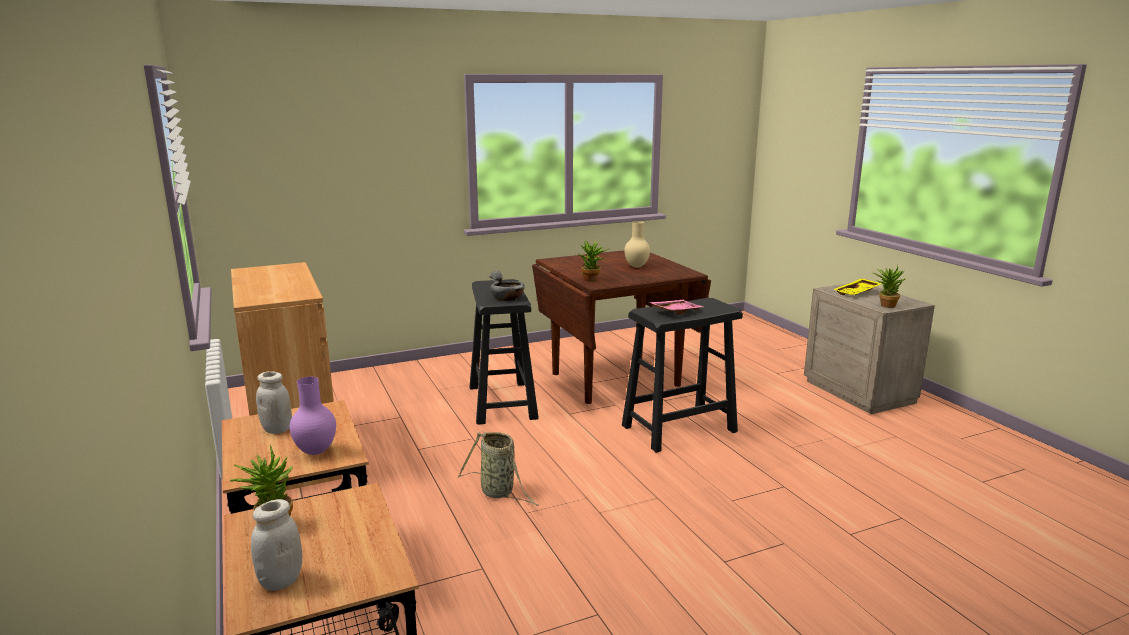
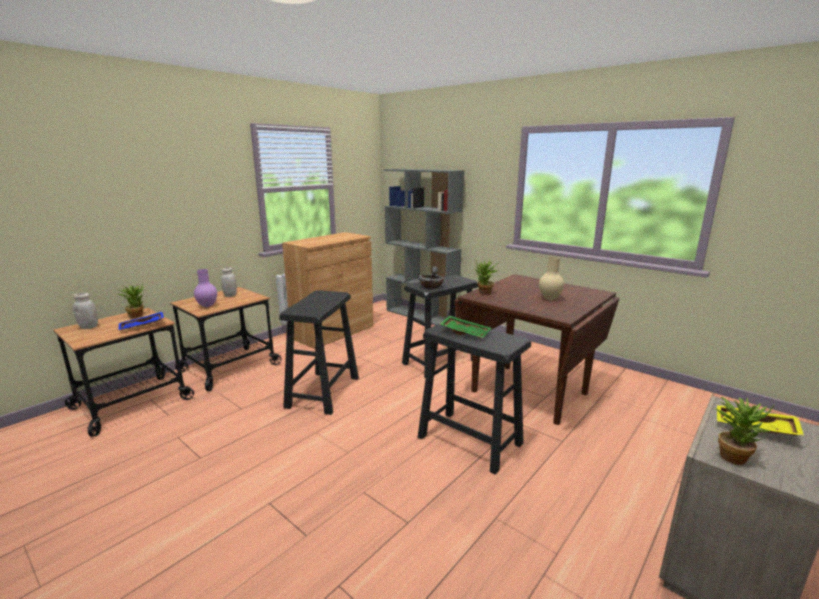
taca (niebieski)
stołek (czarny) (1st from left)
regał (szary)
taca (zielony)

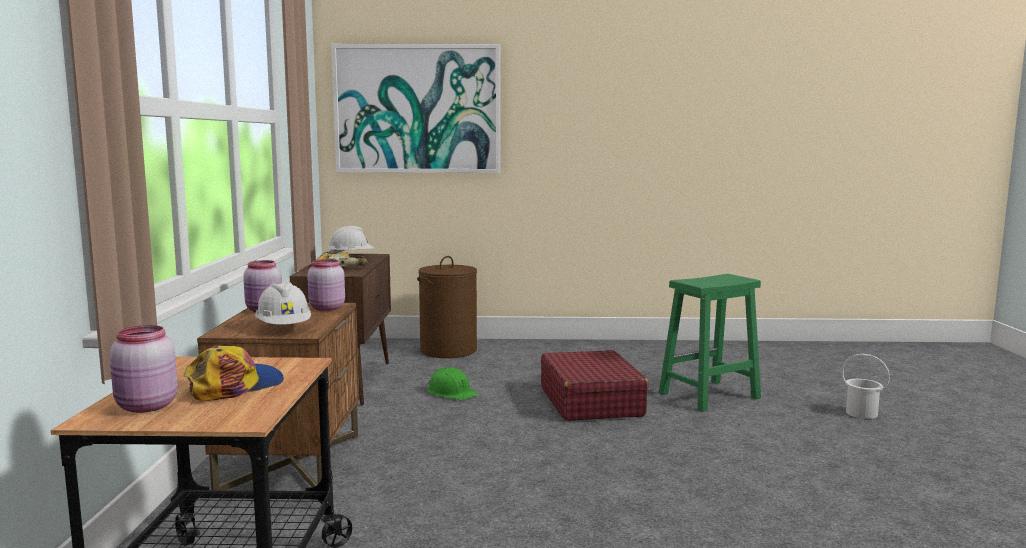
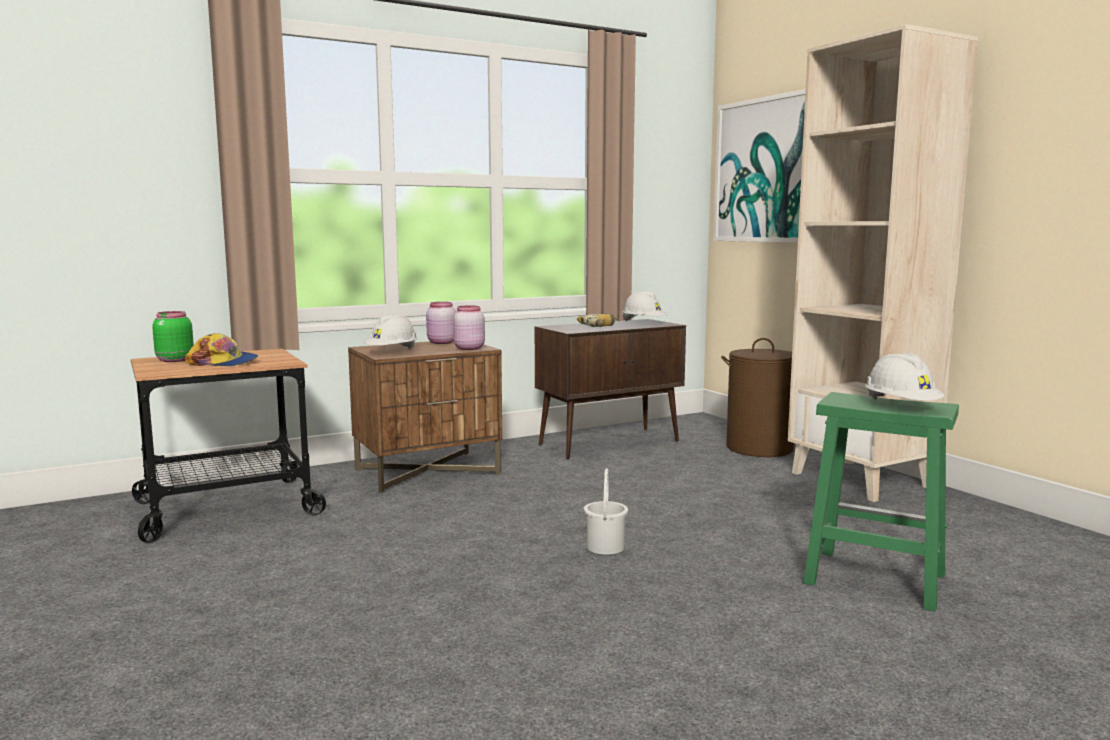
słoik (zielony)
wiadro (biały)
regał (beżowy)
kask (biały) (3rd from left)
kask (zielony)
walizka (czerwony)

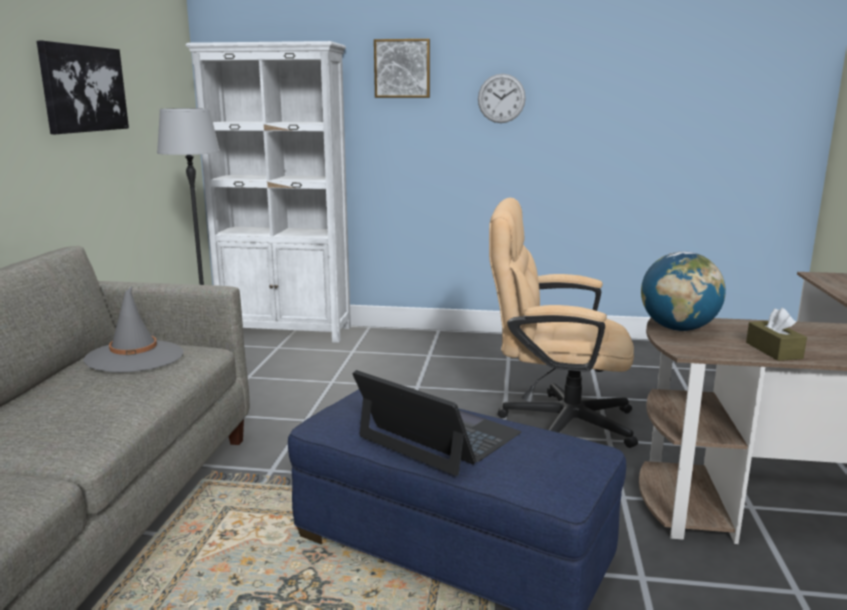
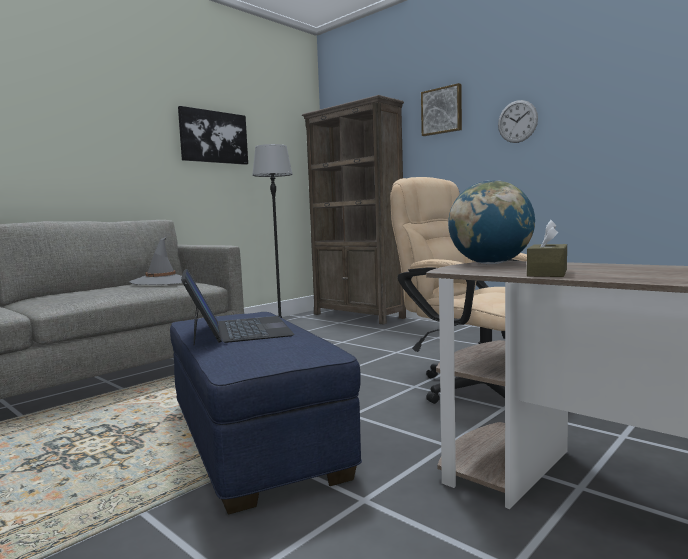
regał (brązowy)

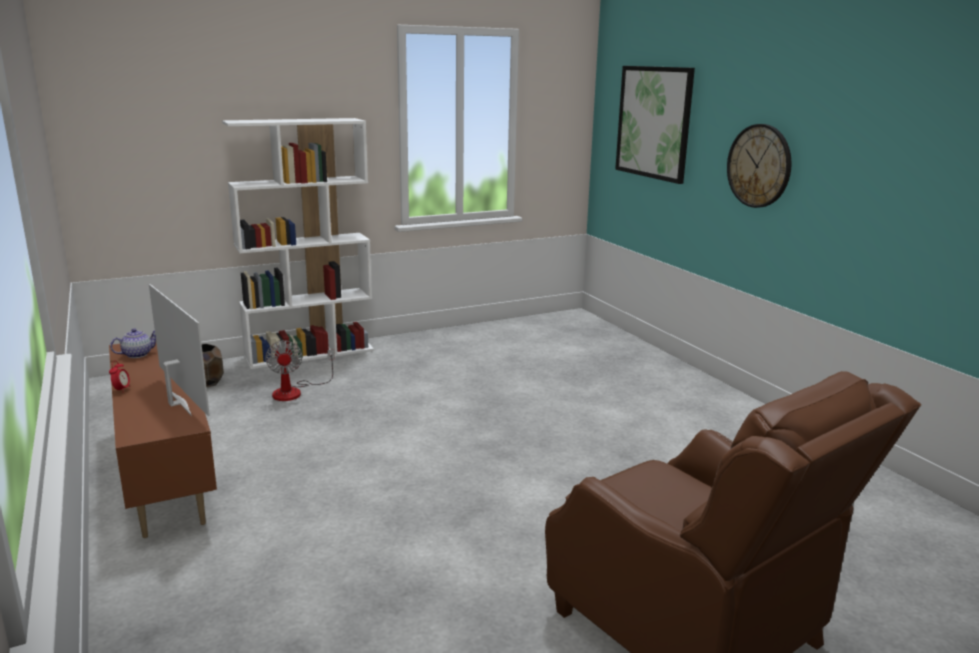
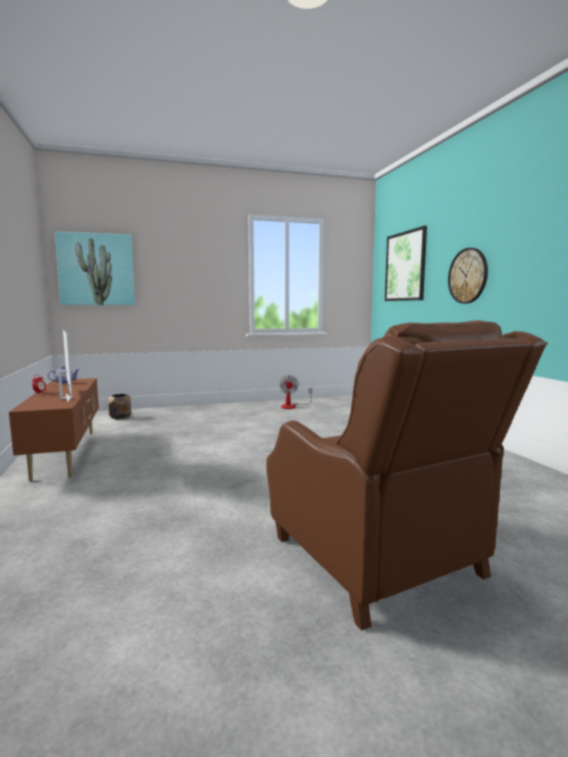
obraz (1st from left)
wentylator
regał (biały)

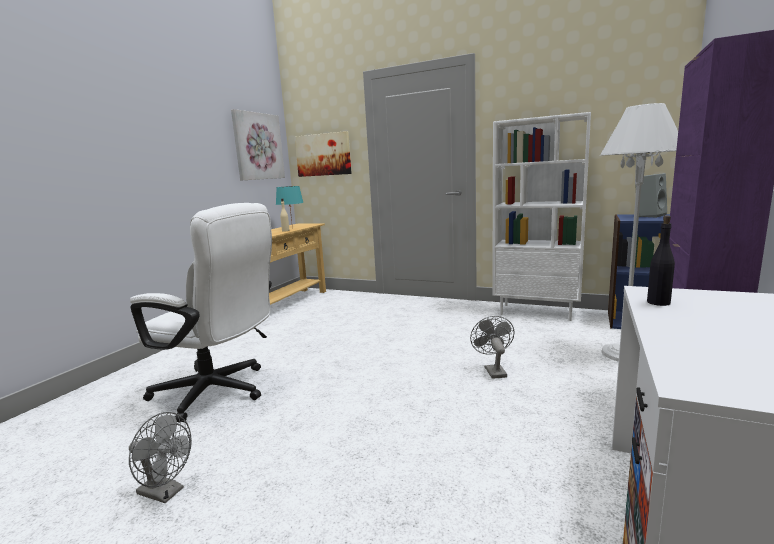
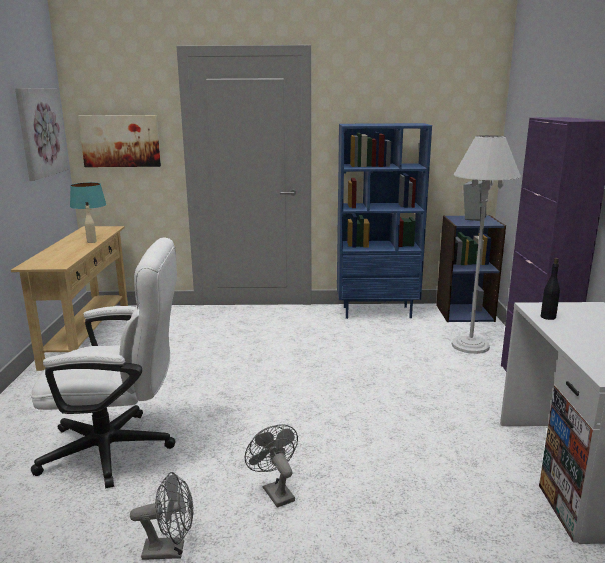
wentylator (szary) (2nd from left)
regał (niebieski) (1st from left)

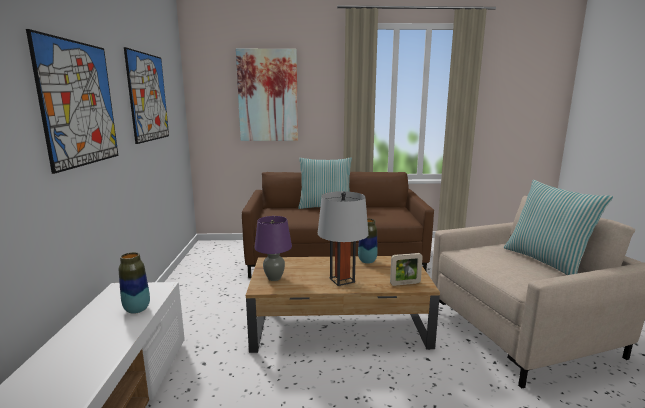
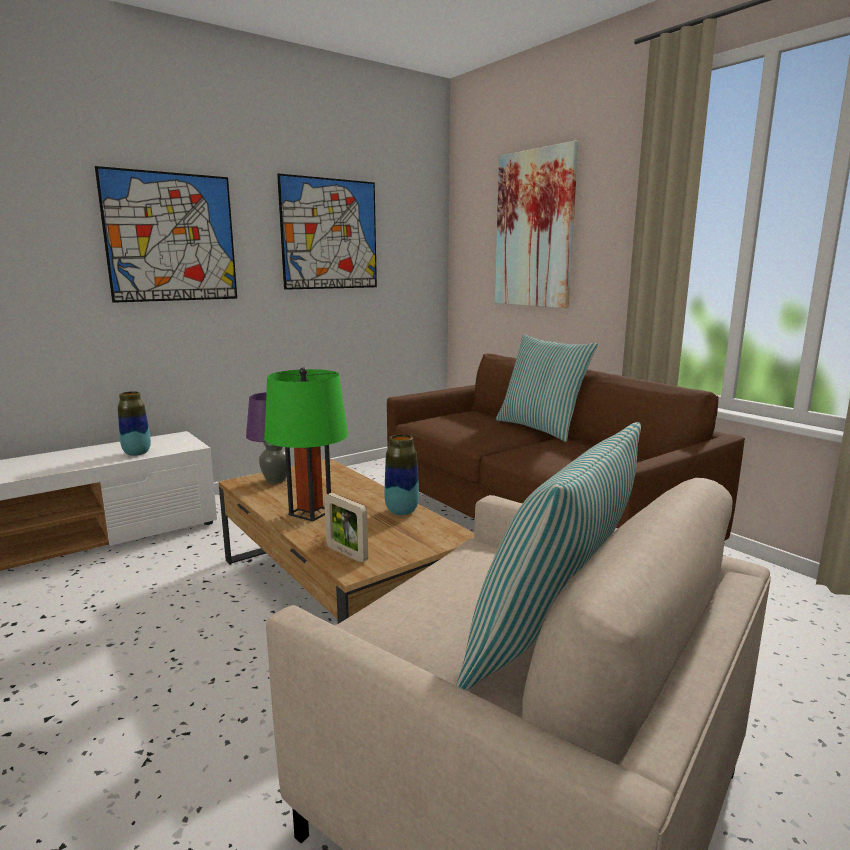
lampa stołowa (zielony)

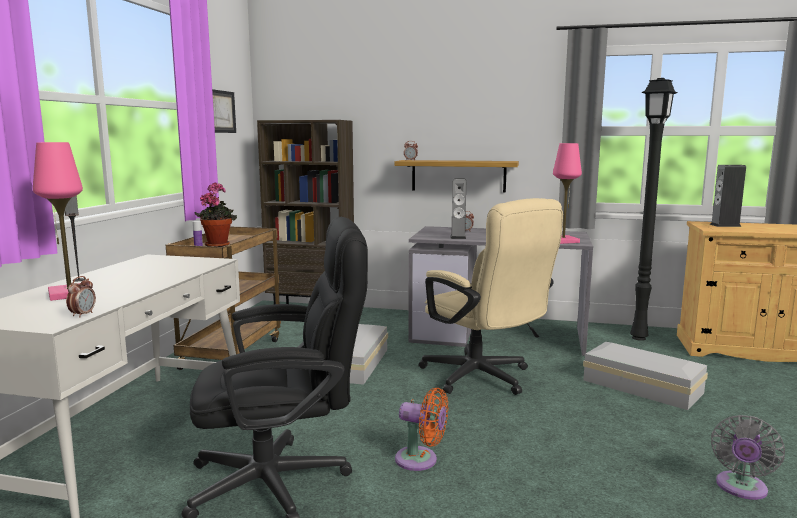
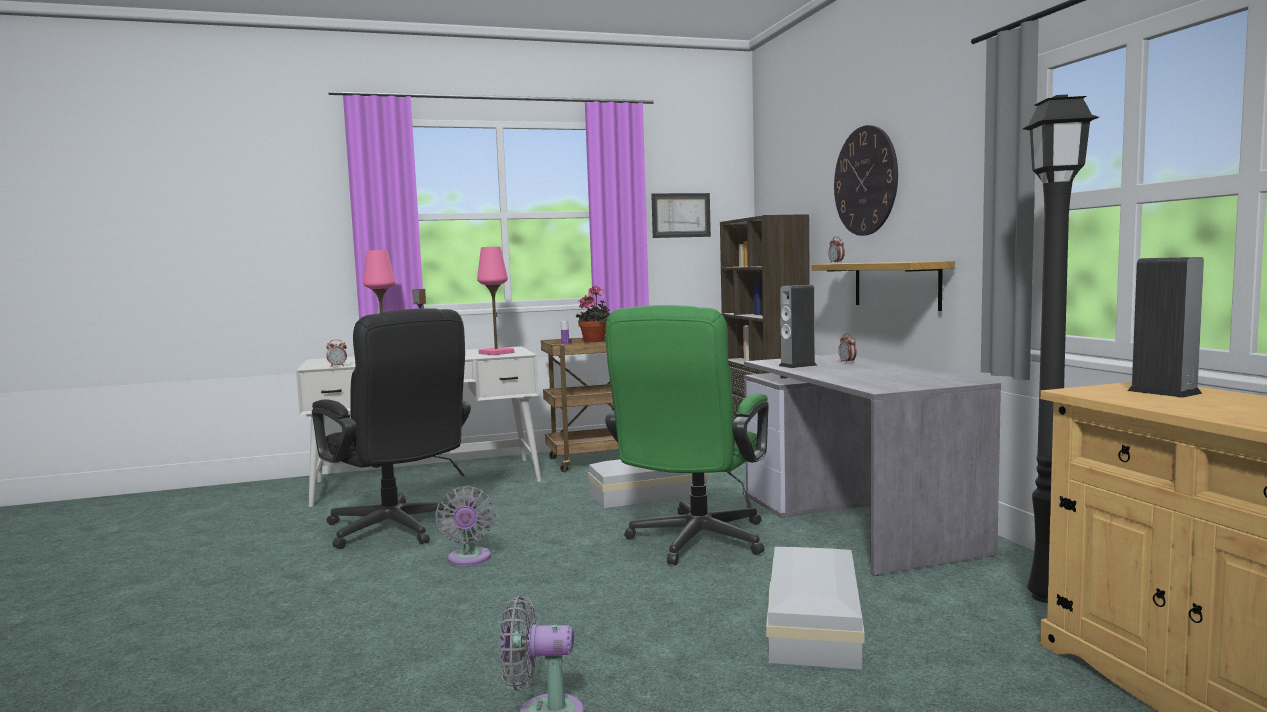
wentylator (szary) (1st from left)
lampa stołowa (różowy) (2nd from left)
krzesło biurowe (zielony)
zegar ścienny

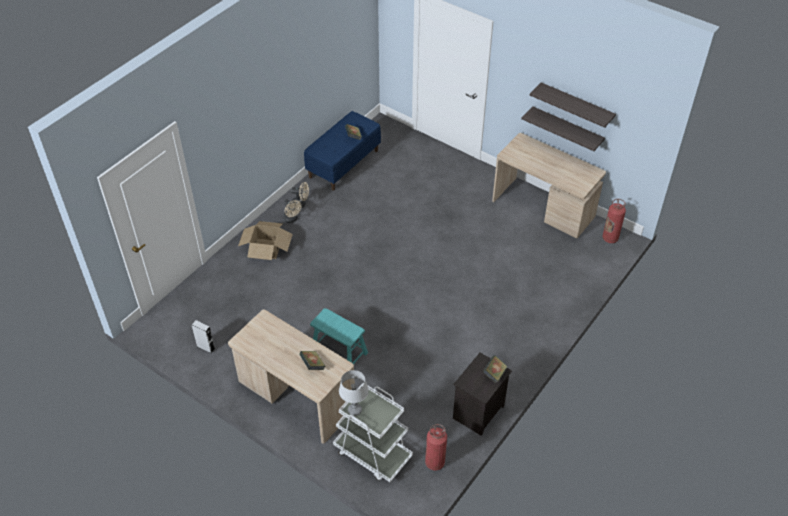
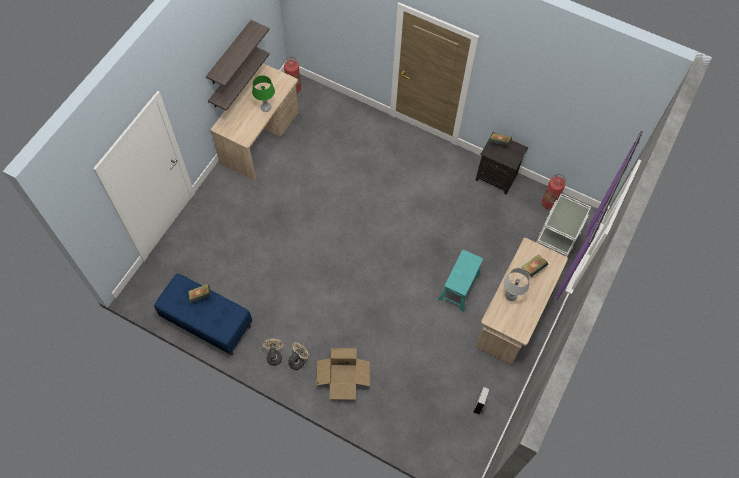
lampa stołowa (zielony)
lampa stołowa (szary)

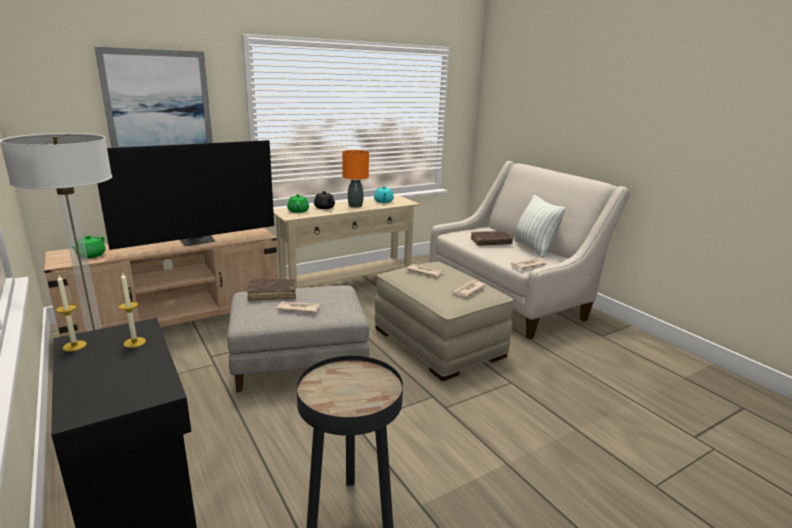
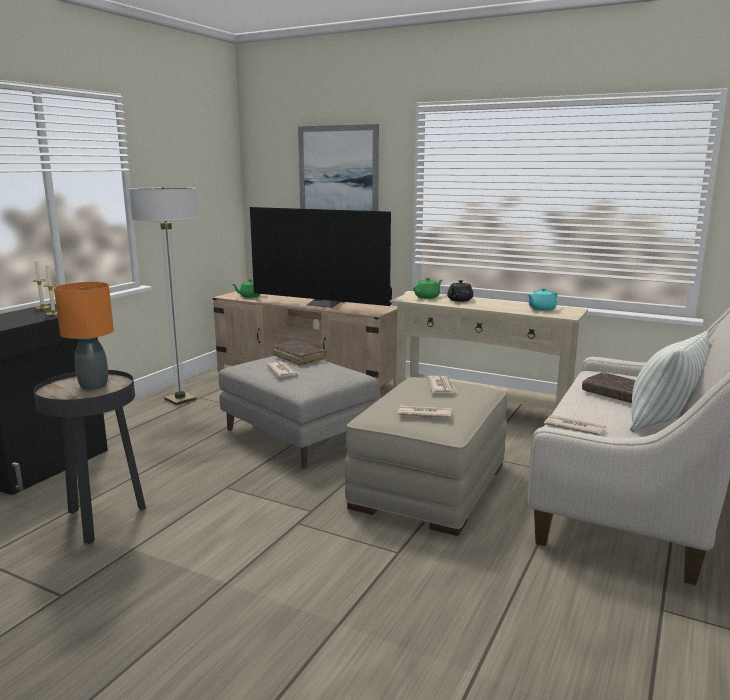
lampa stołowa (pomarańczowy)

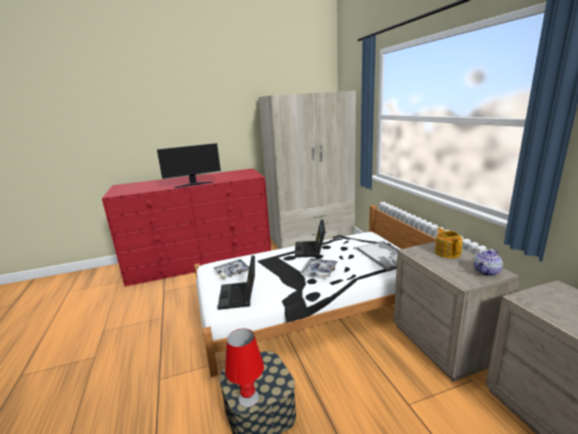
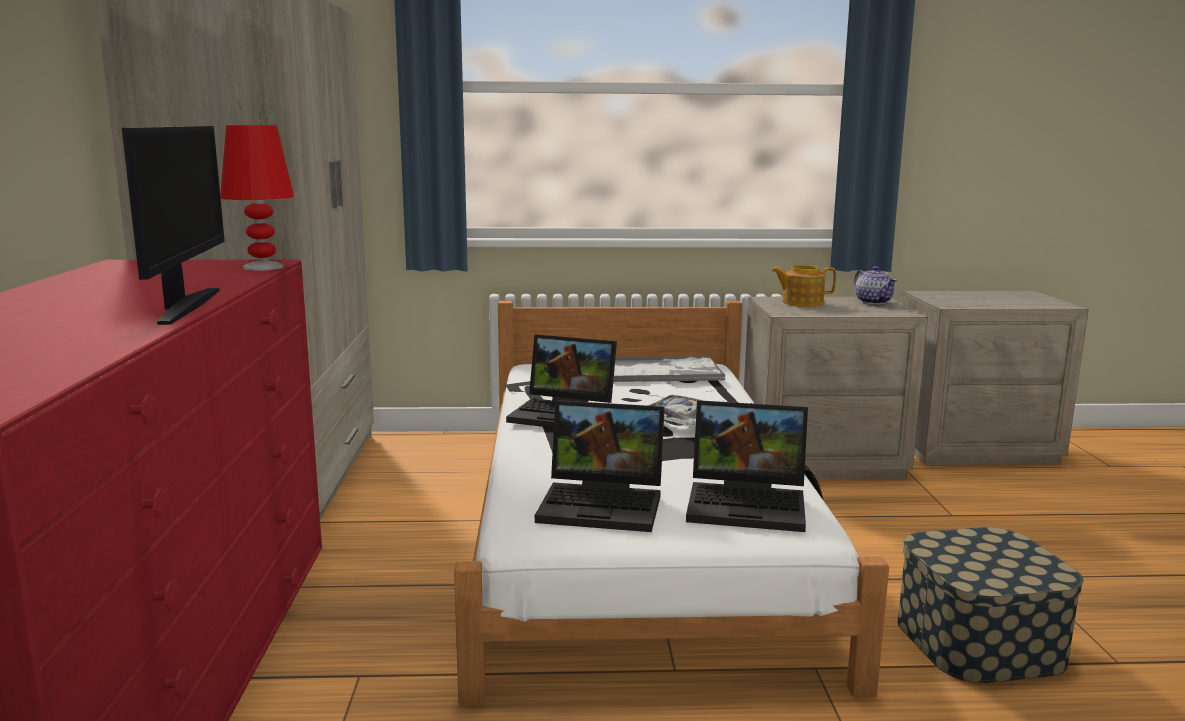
lampa stołowa (czerwony)
laptop (2nd from left)

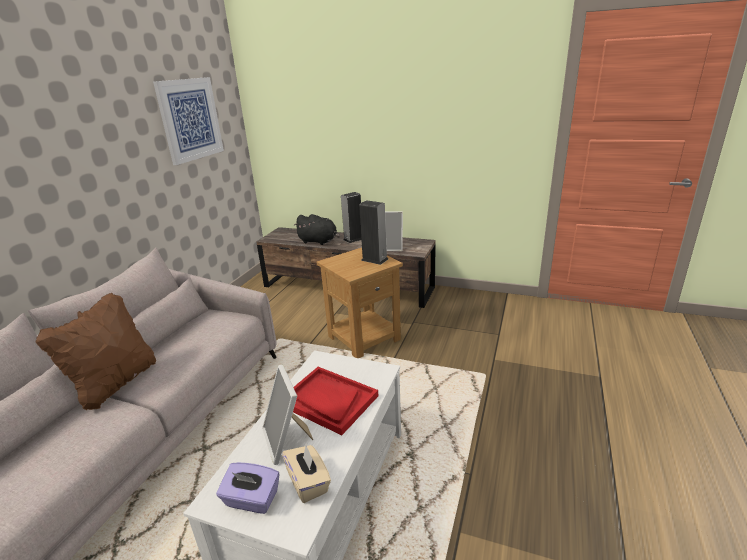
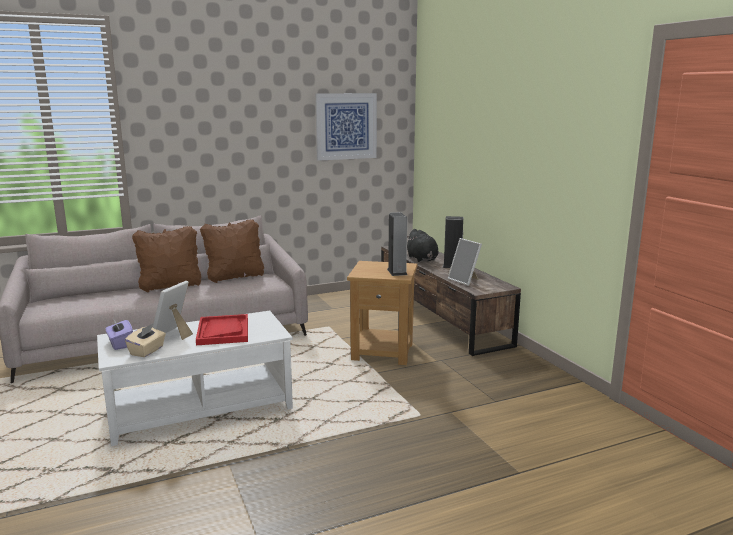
poduszka (brązowy) (2nd from left)

